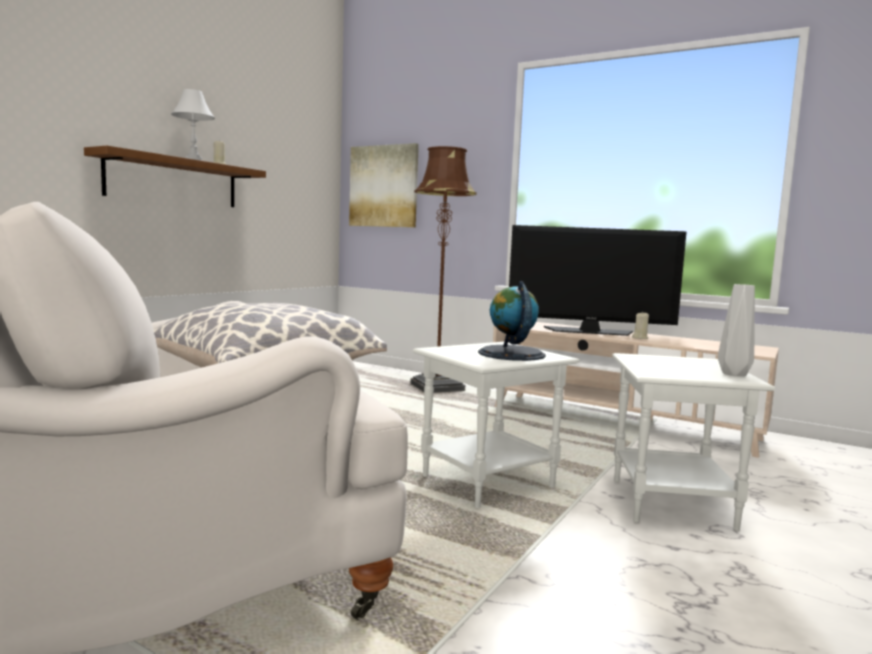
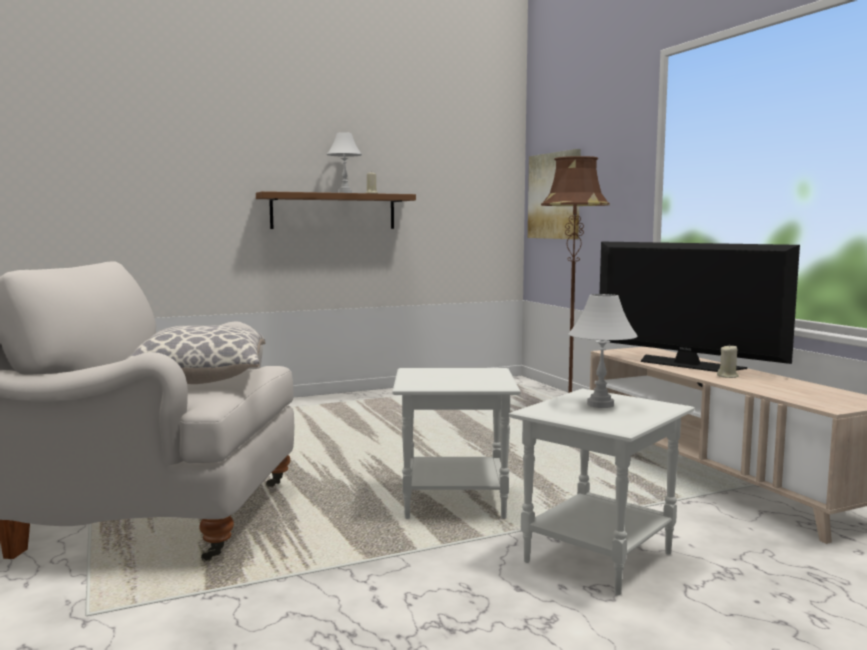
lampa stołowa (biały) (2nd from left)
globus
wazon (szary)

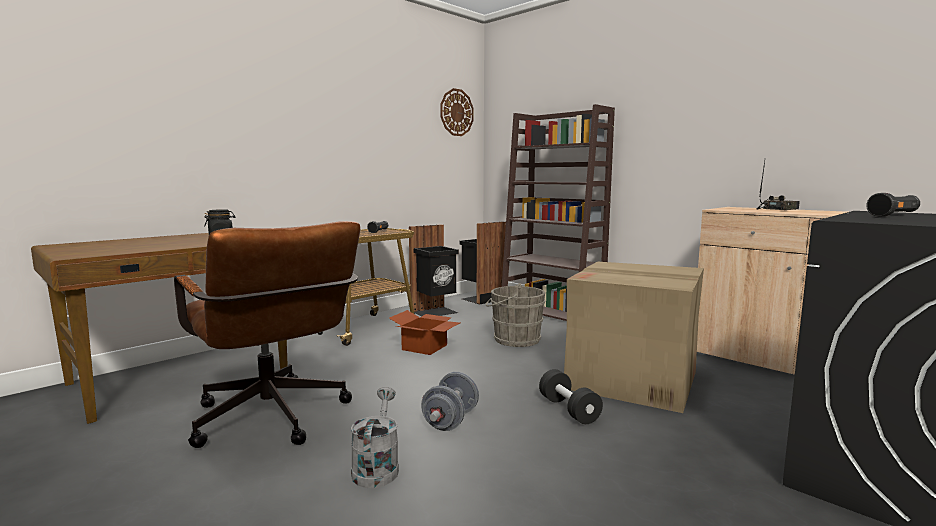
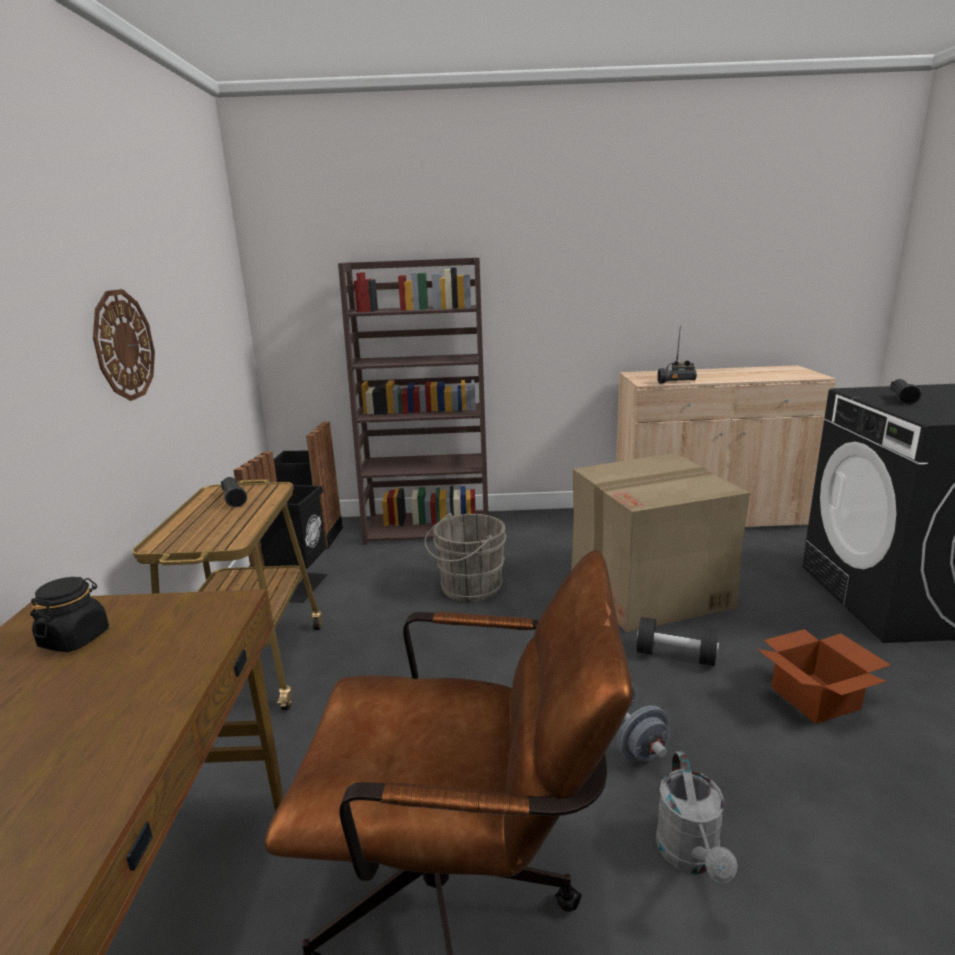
zegar ścienny
konewka (szary)
latarka (czarny) (2nd from left)
karton (2nd from left)

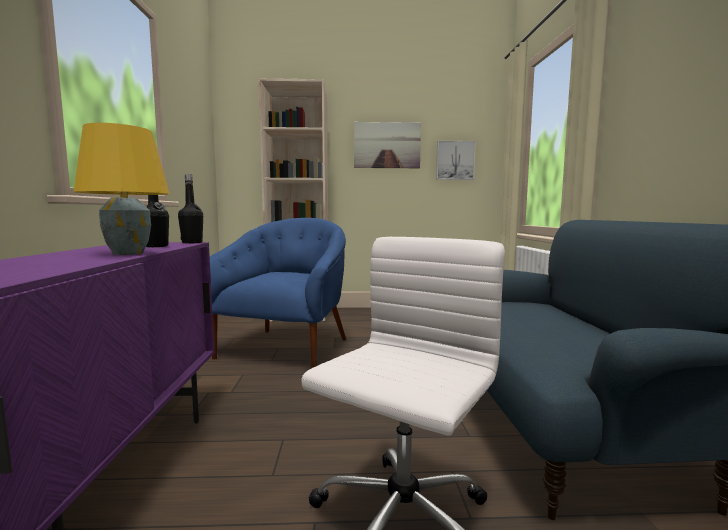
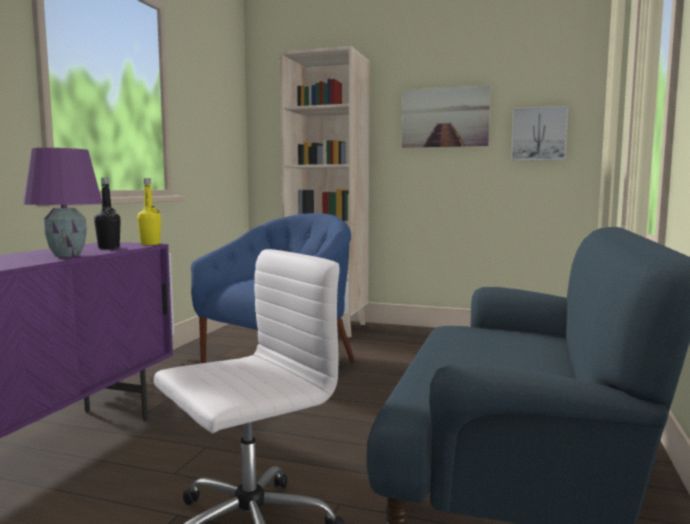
lampa stołowa (fioletowy)
butelka (żółty)

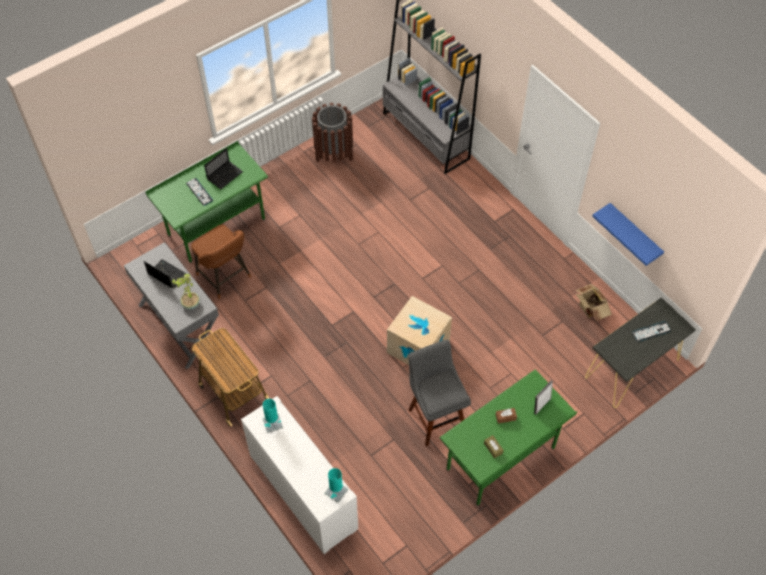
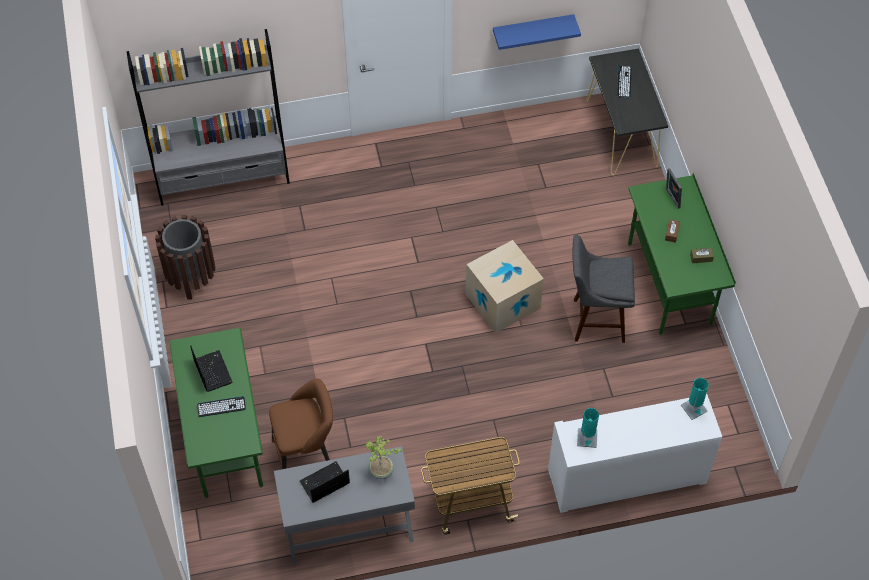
karton (2nd from left in the first image)

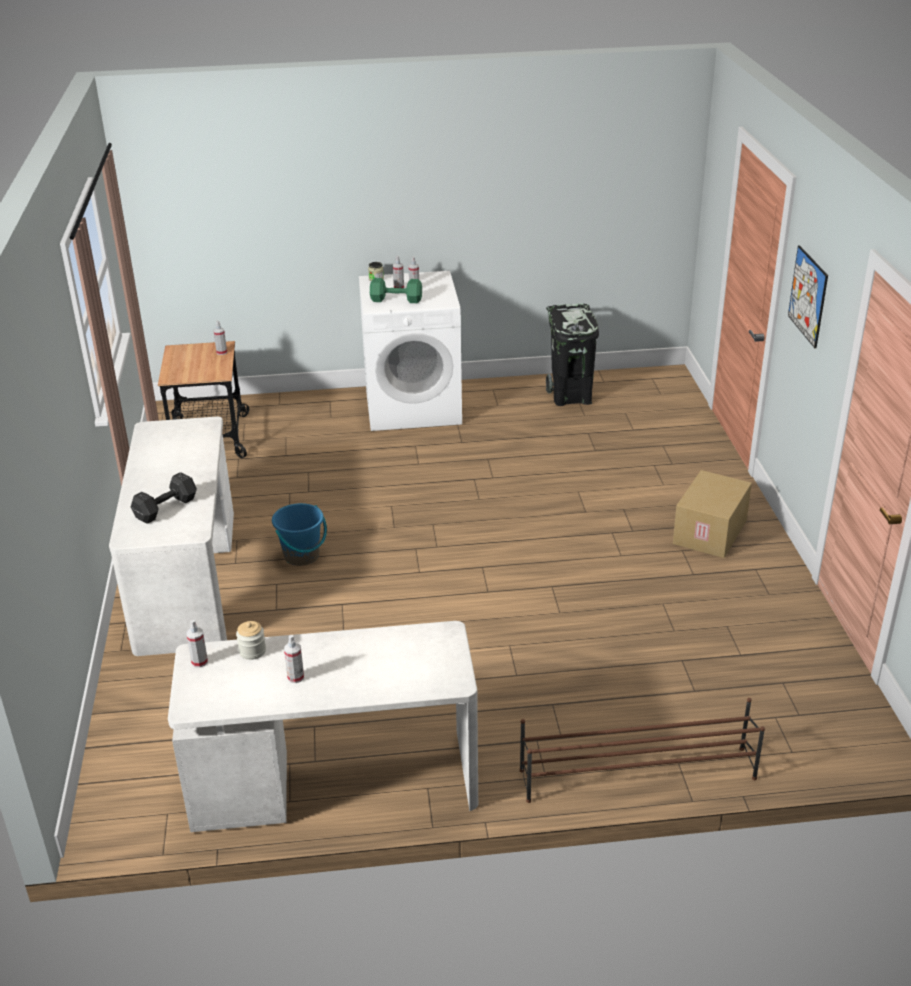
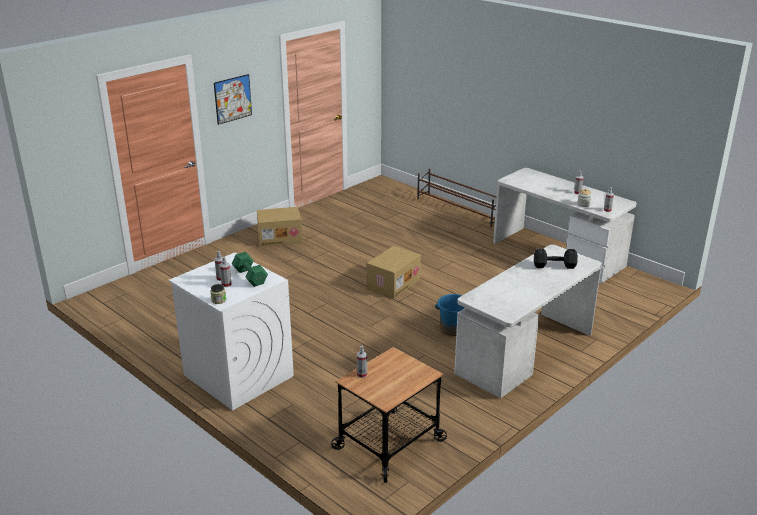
karton (2nd from left)
kosz na śmieci (czarny)

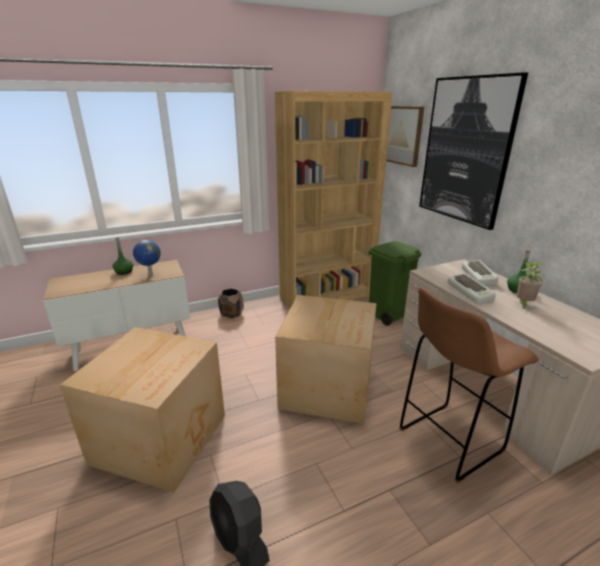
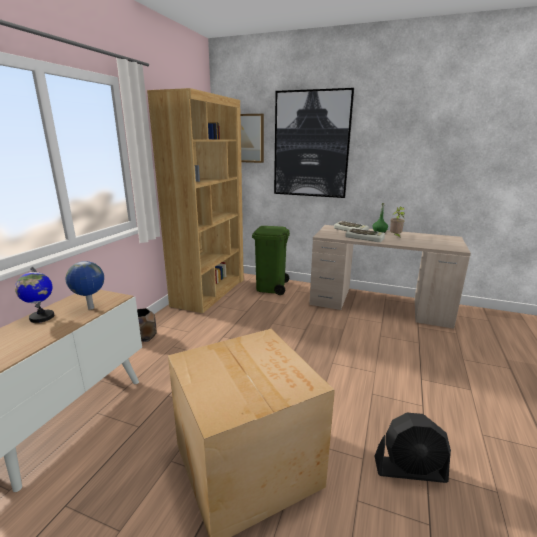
globus (1st from left)
karton (2nd from left in the first image)
stołek (brązowy)

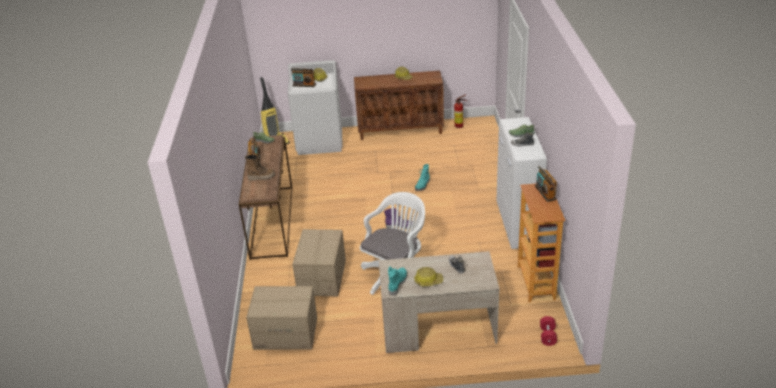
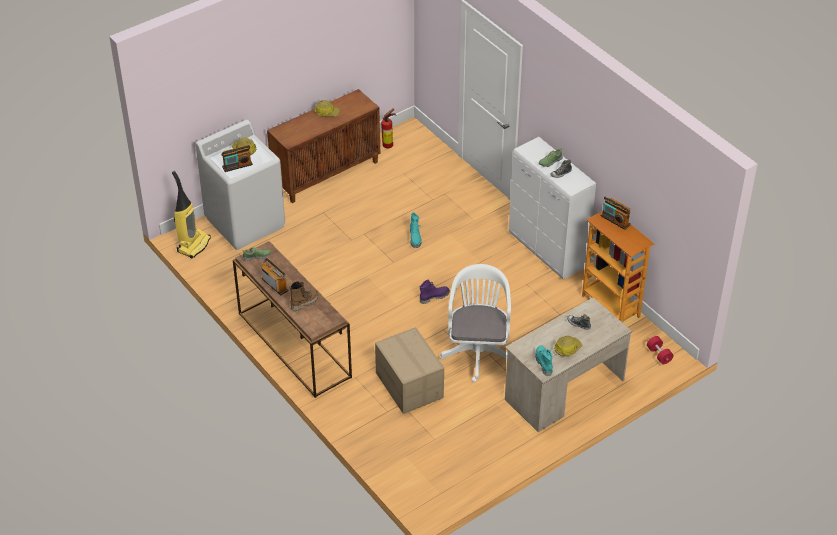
karton (1st from left in the first image)

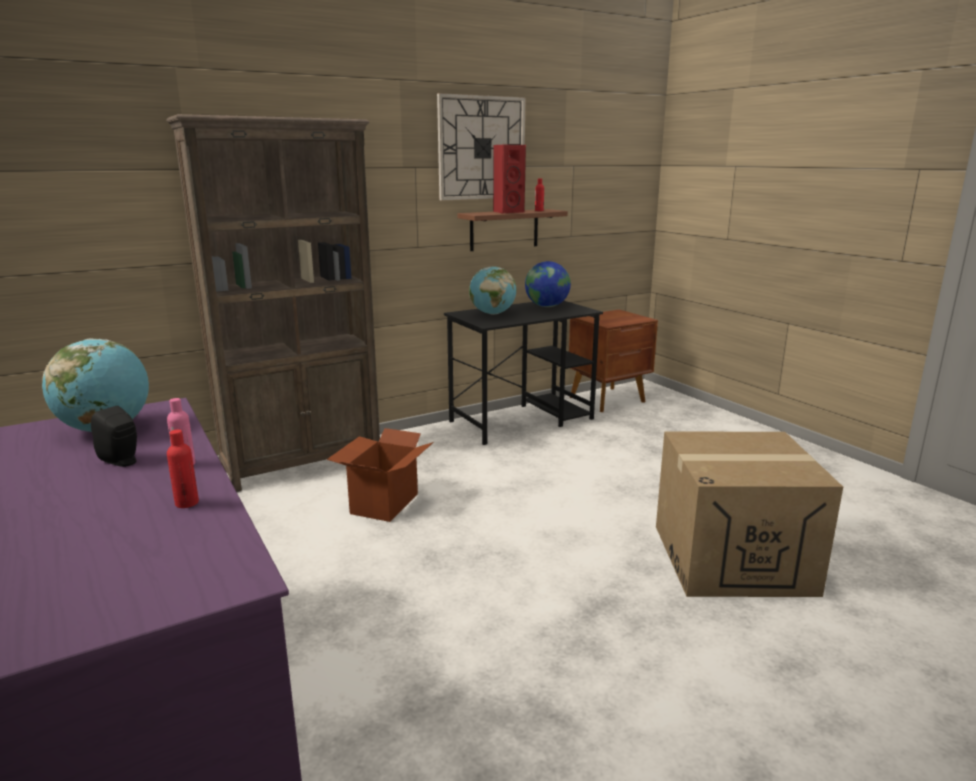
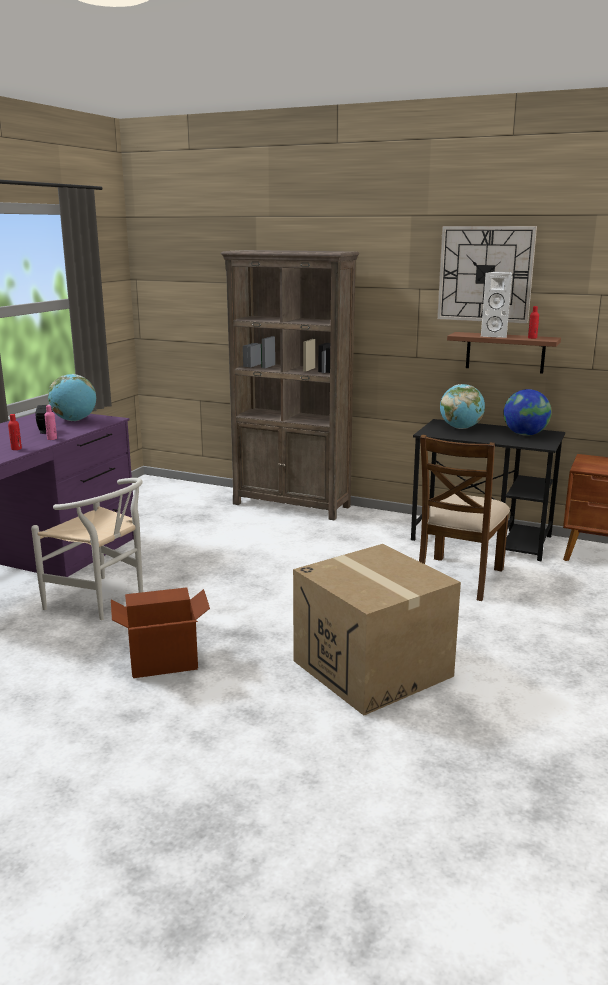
krzesło (biały)
karton (1st from left)
krzesło (brązowy)
głośnik (biały)

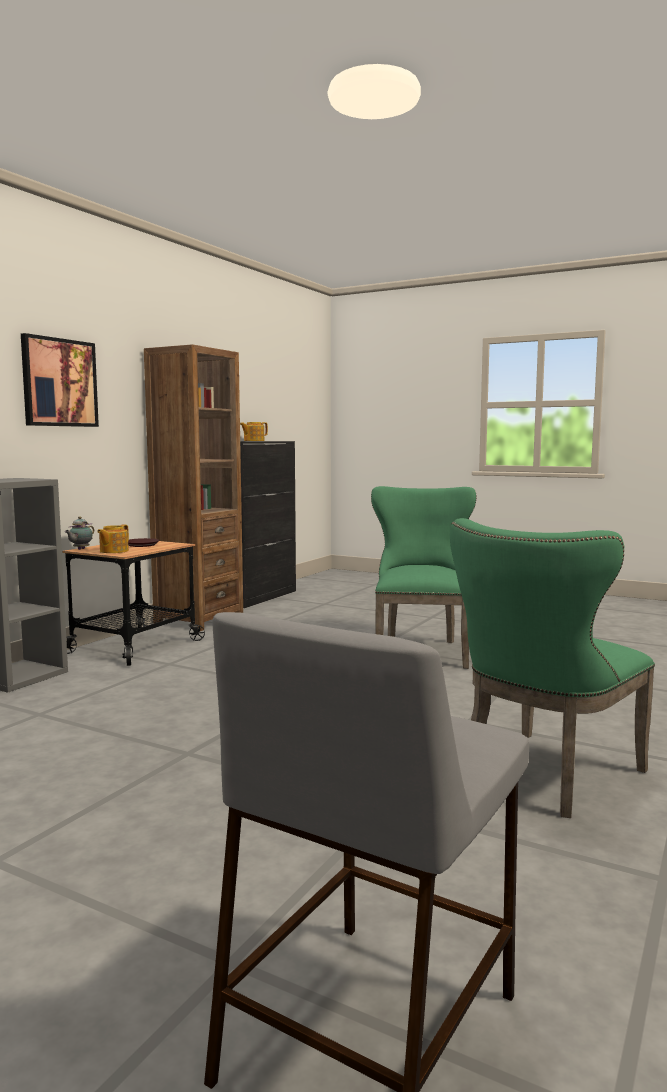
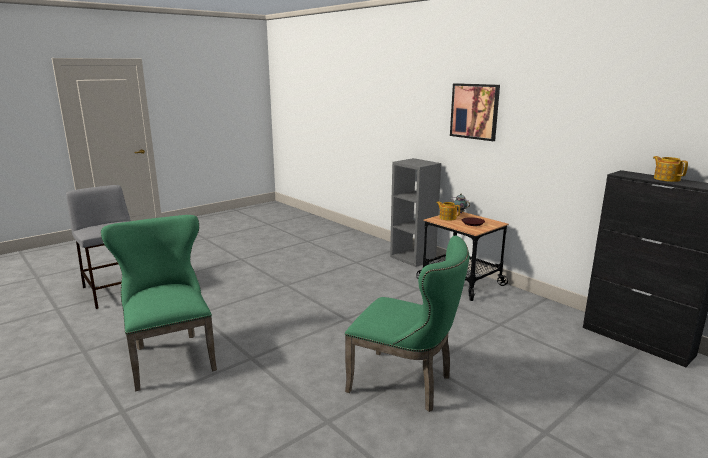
regał (brązowy)

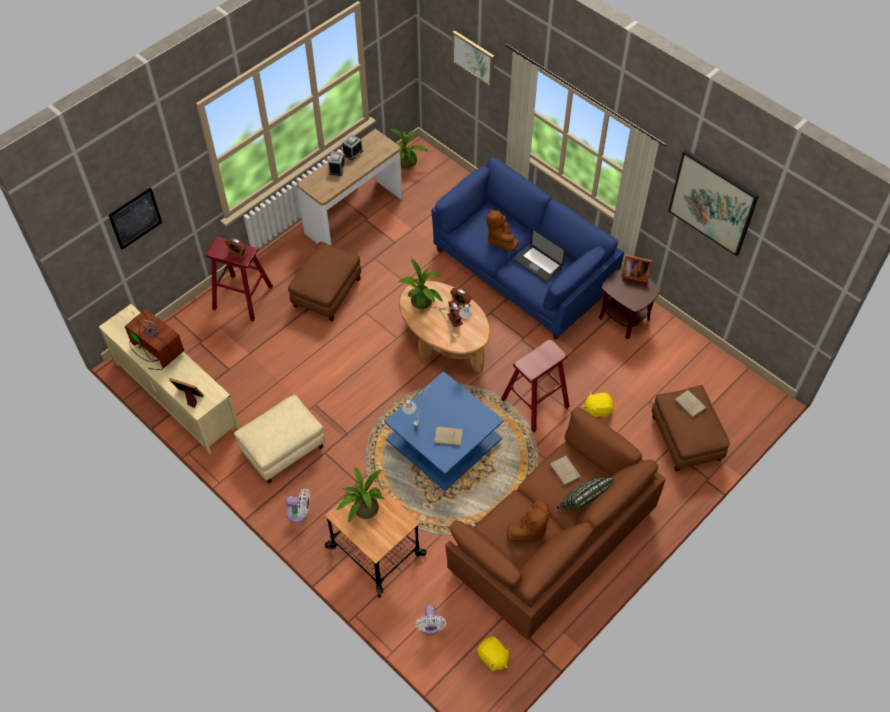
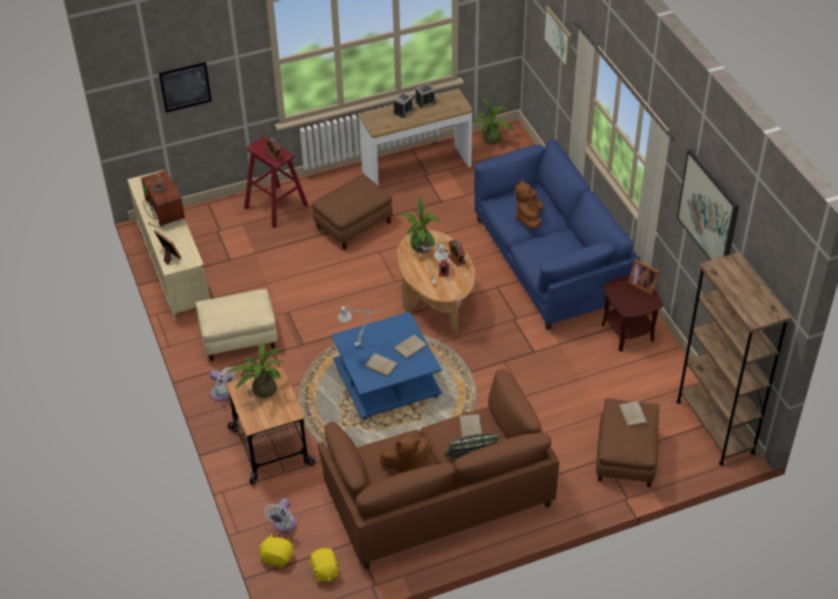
pluszak (żółty) (1st from left)
książka (beżowy) (2nd from left)
regał (brązowy)
stołek (czerwony) (2nd from left in the first image)
laptop

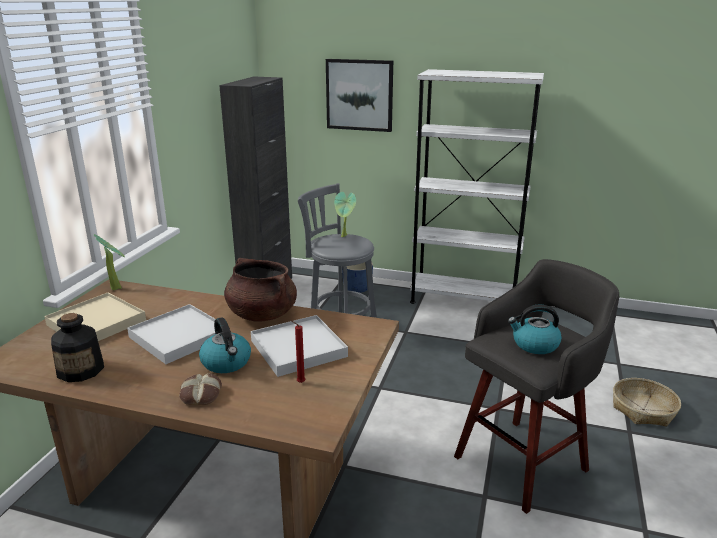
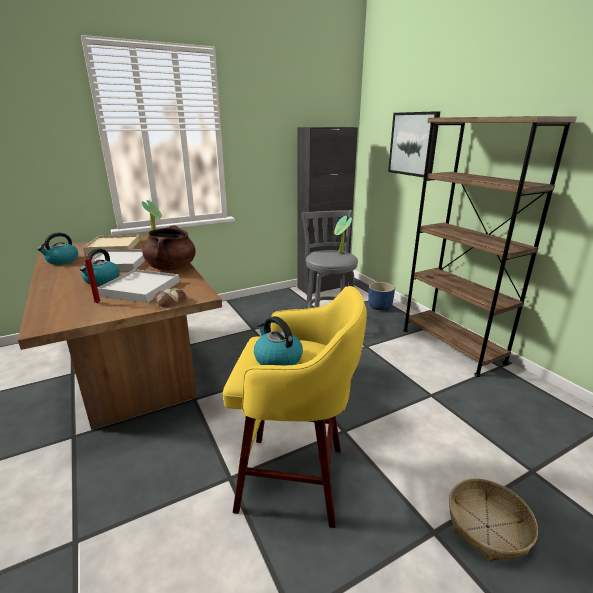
czajnik (1st from left)
chleb
stołek (żółty)
regał (brązowy)

